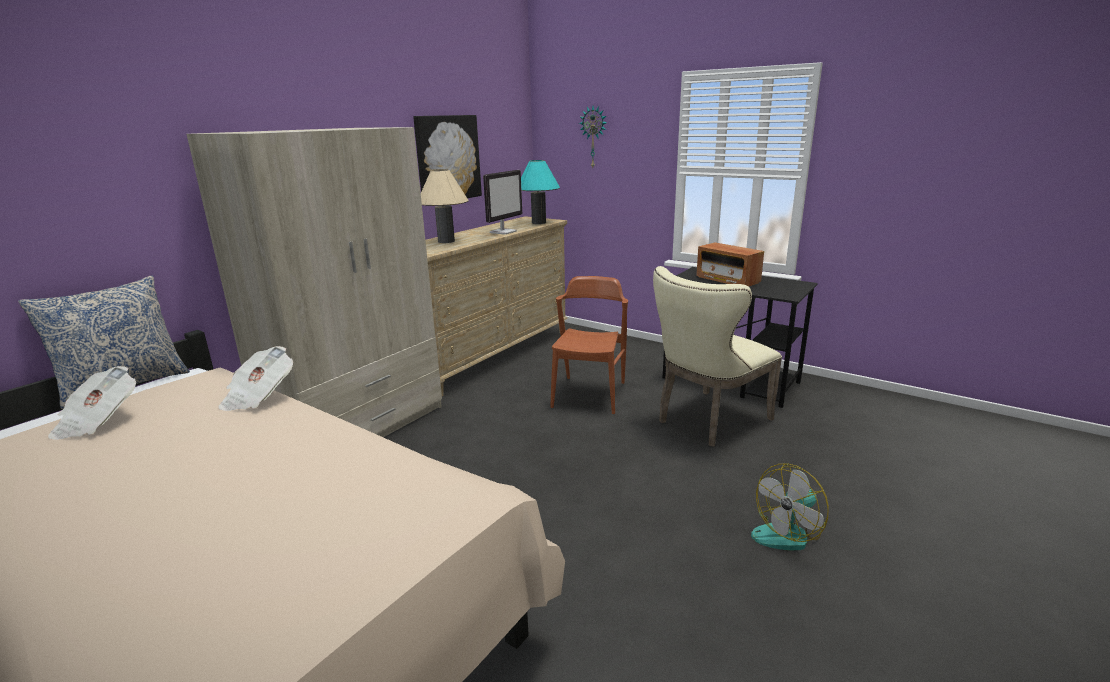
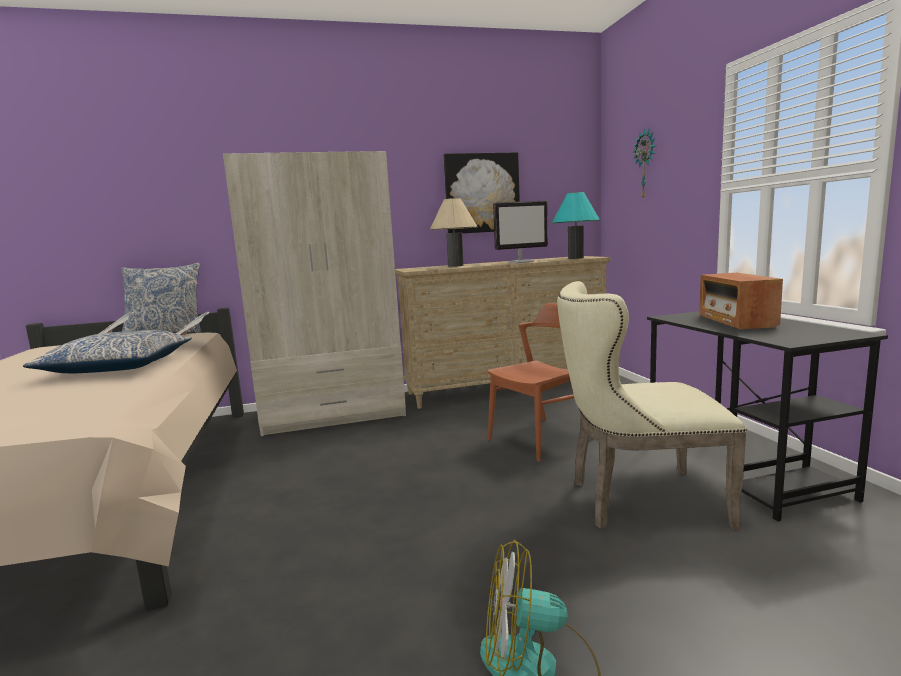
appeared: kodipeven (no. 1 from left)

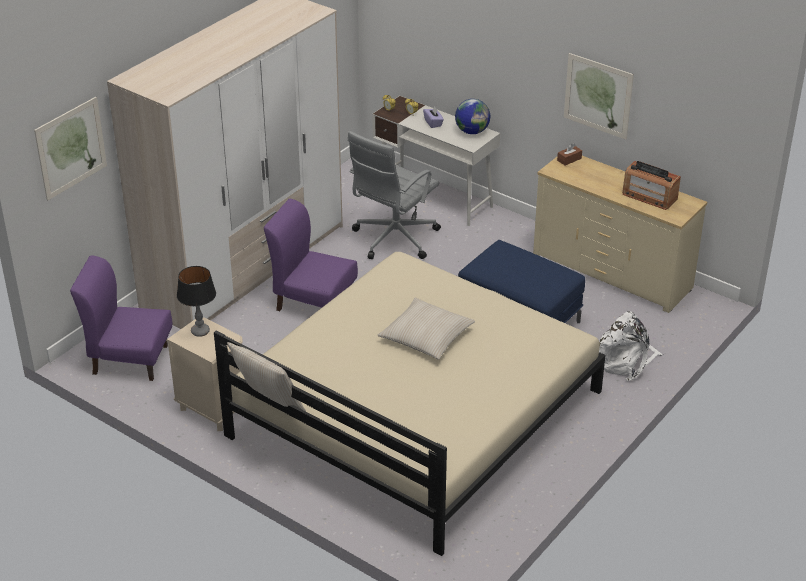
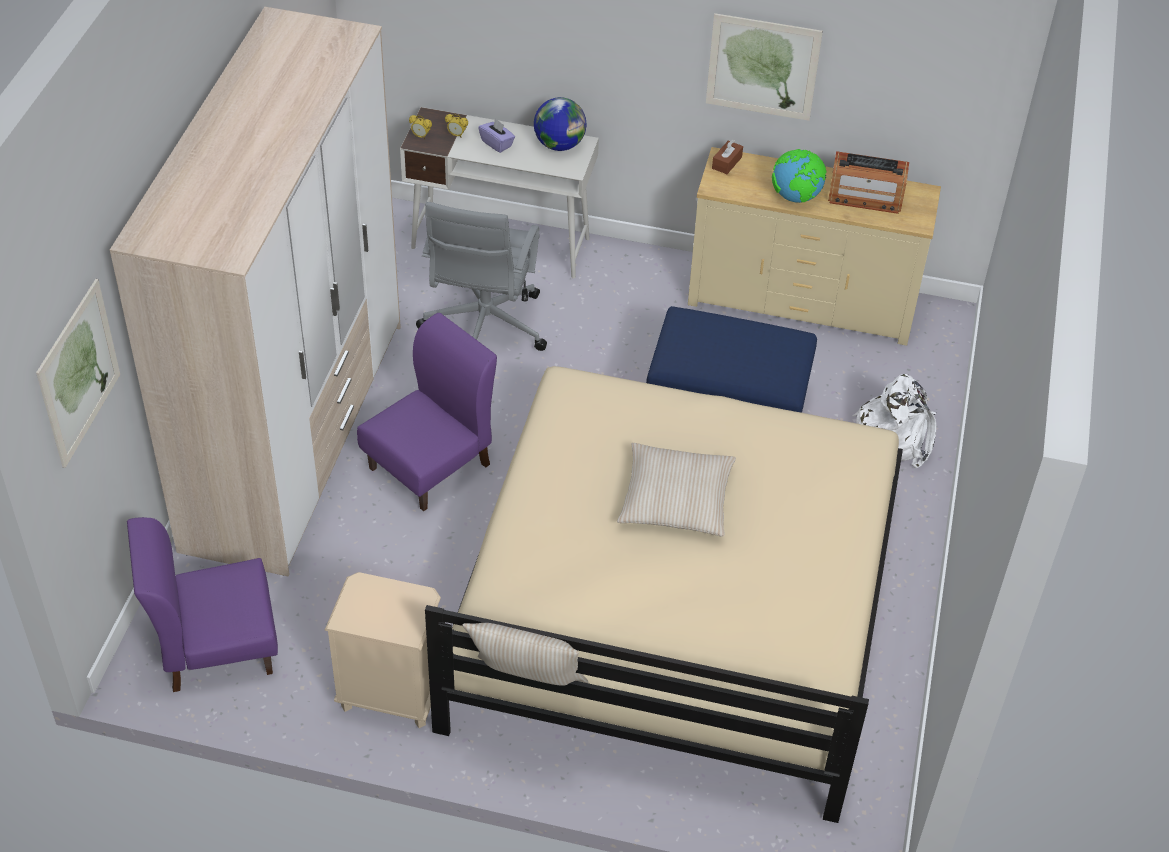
missing: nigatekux
appeared: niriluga (no. 2 from left)
spun: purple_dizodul (no. 2 from left) 135 degrees clockwise

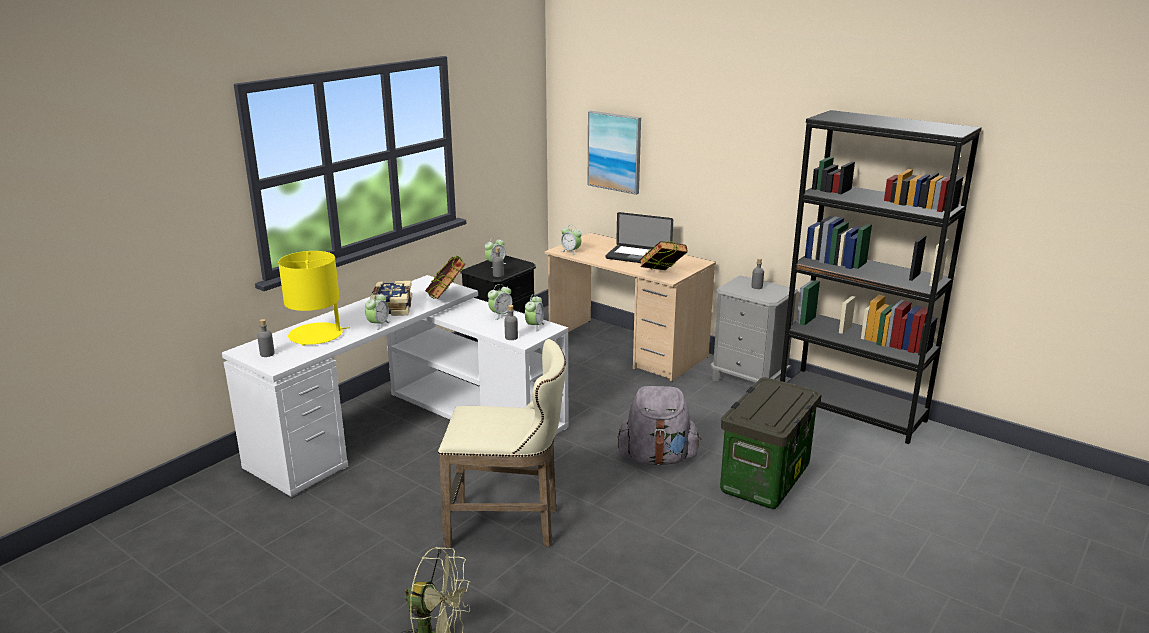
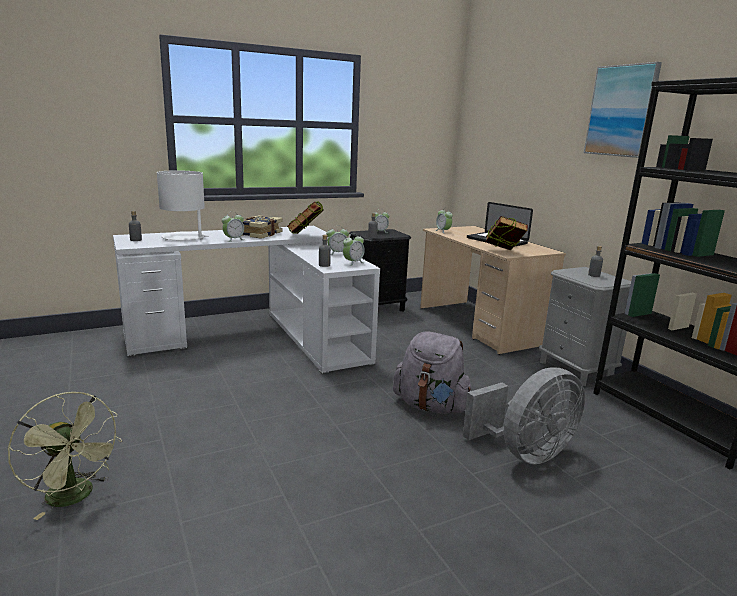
missing: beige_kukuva
relocated: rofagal
exchanged: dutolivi to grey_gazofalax
colour: yellow_nigatekux to white_nigatekux

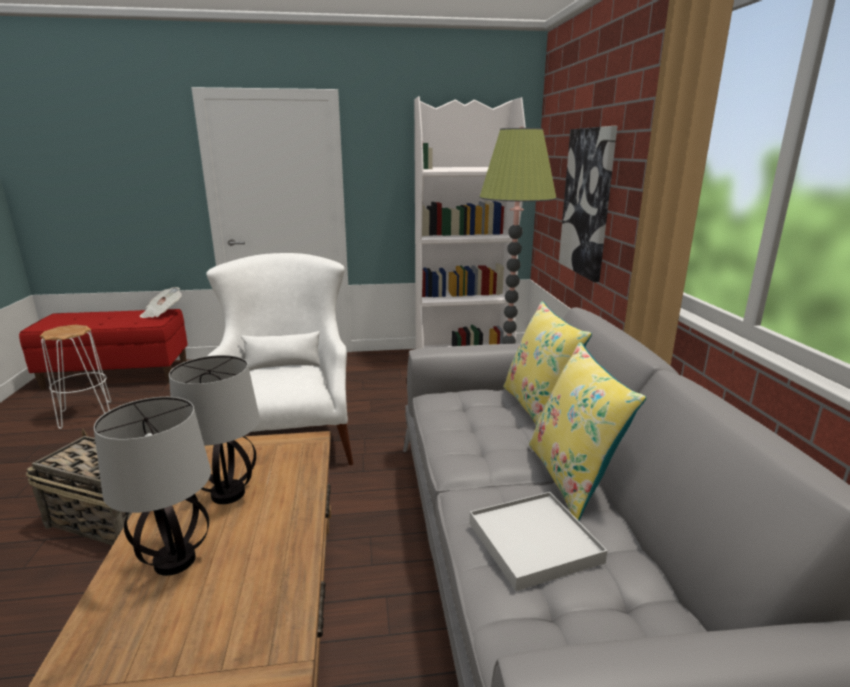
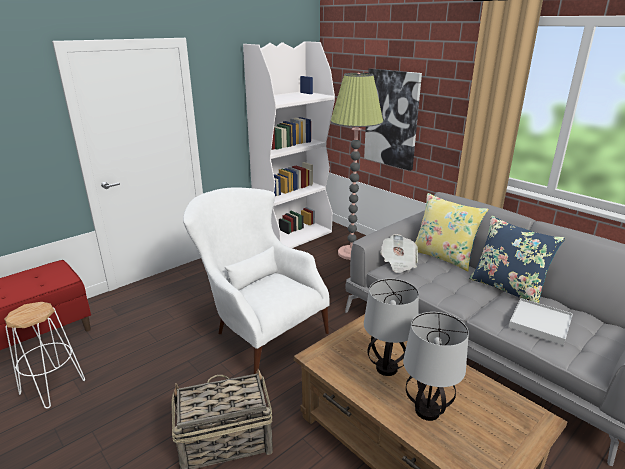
relocated: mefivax
colour: yellow_kodipeven (no. 2 from left) to blue_kodipeven

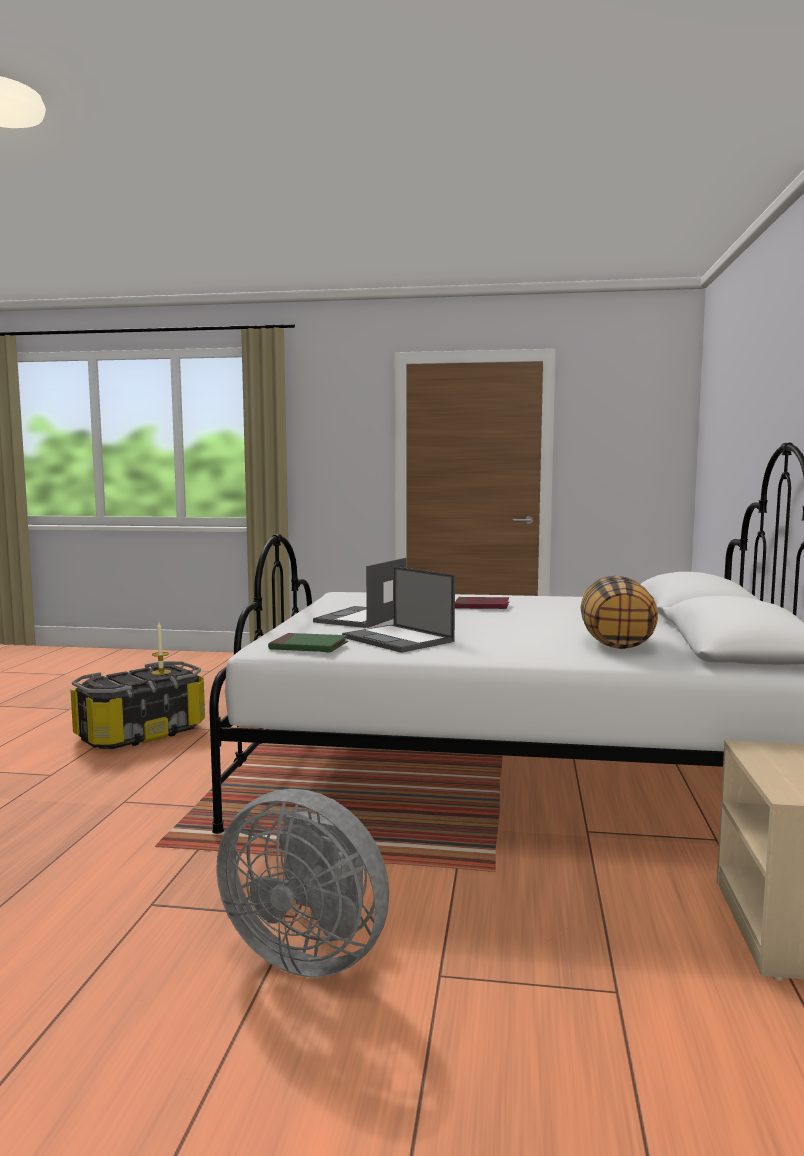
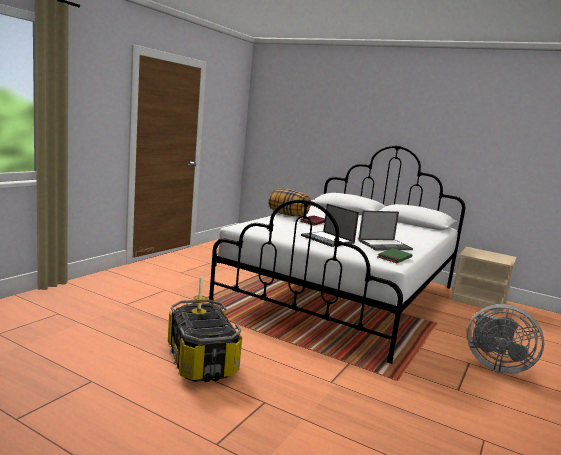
relocated: kodipeven
spun: grey_gazofalax 75 degrees clockwise

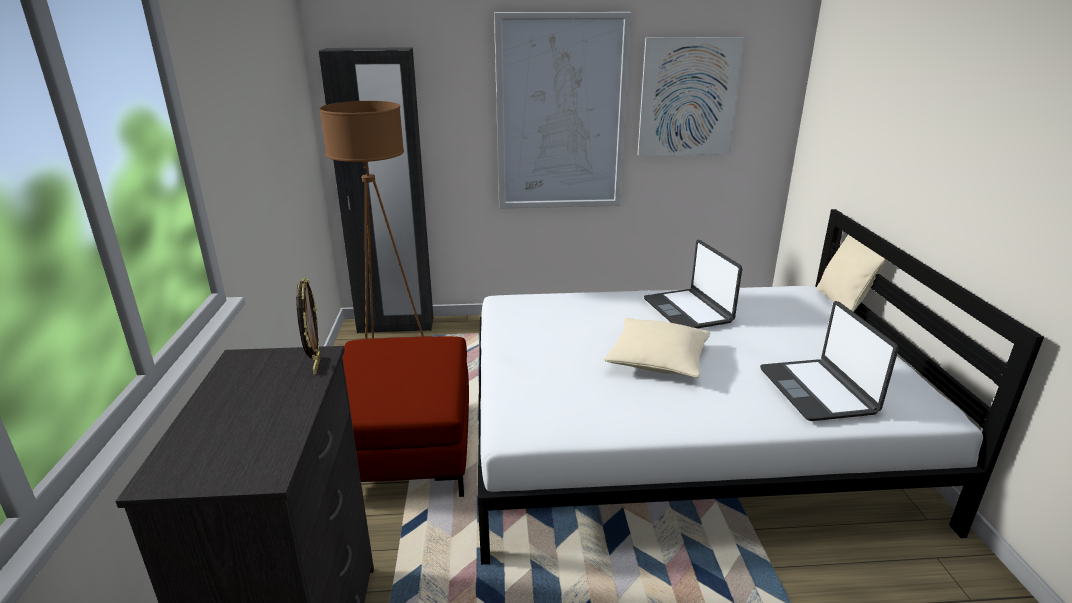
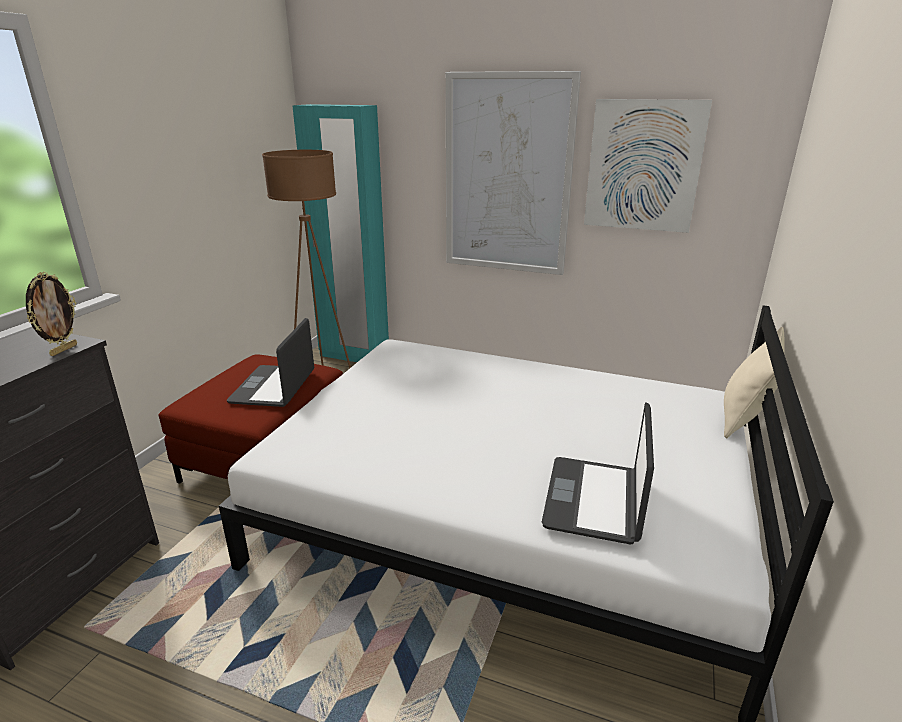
missing: beige_kodipeven (no. 1 from left)
relocated: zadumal (no. 1 from left)
colour: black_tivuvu to turquoise_tivuvu

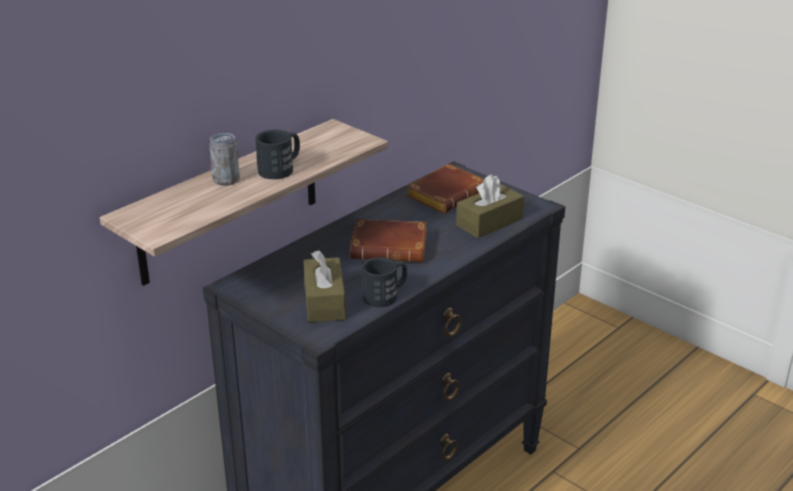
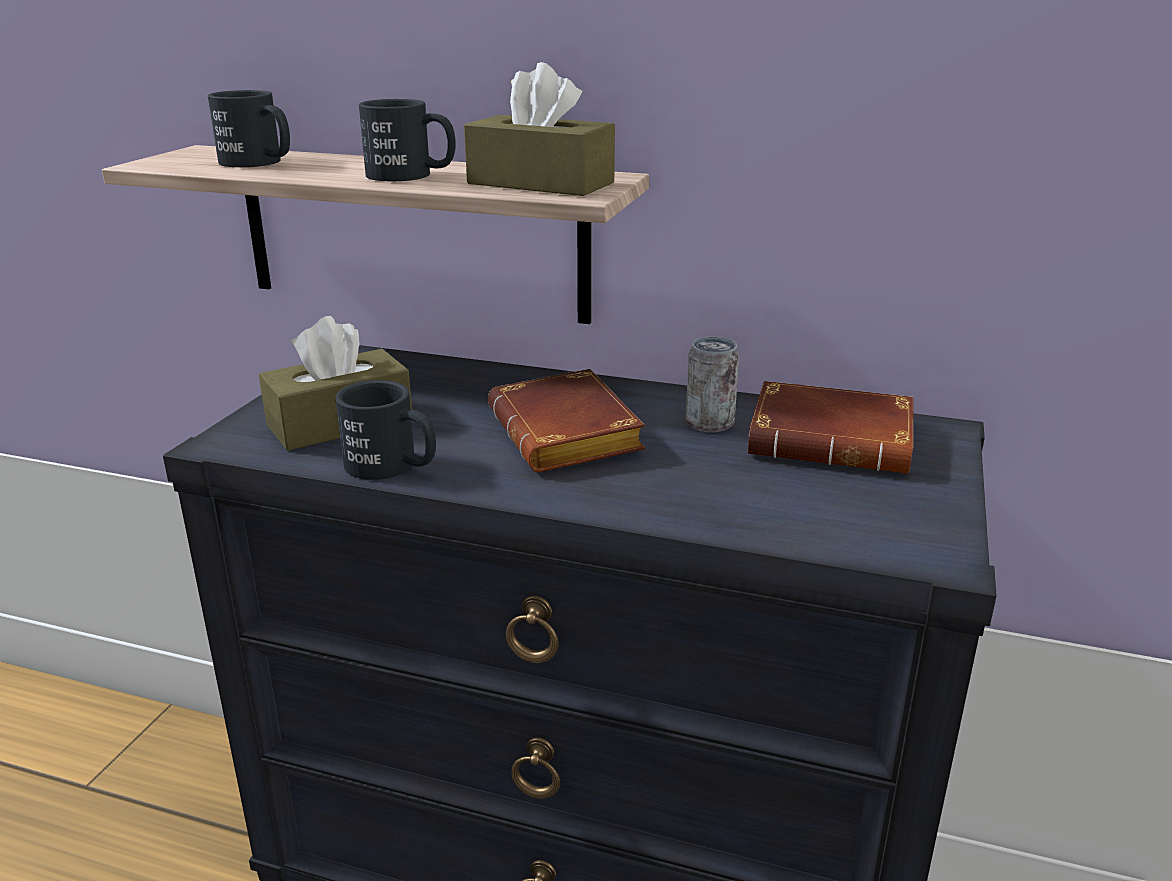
appeared: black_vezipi (no. 1 from left)
relocated: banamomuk; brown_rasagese (no. 2 from left)

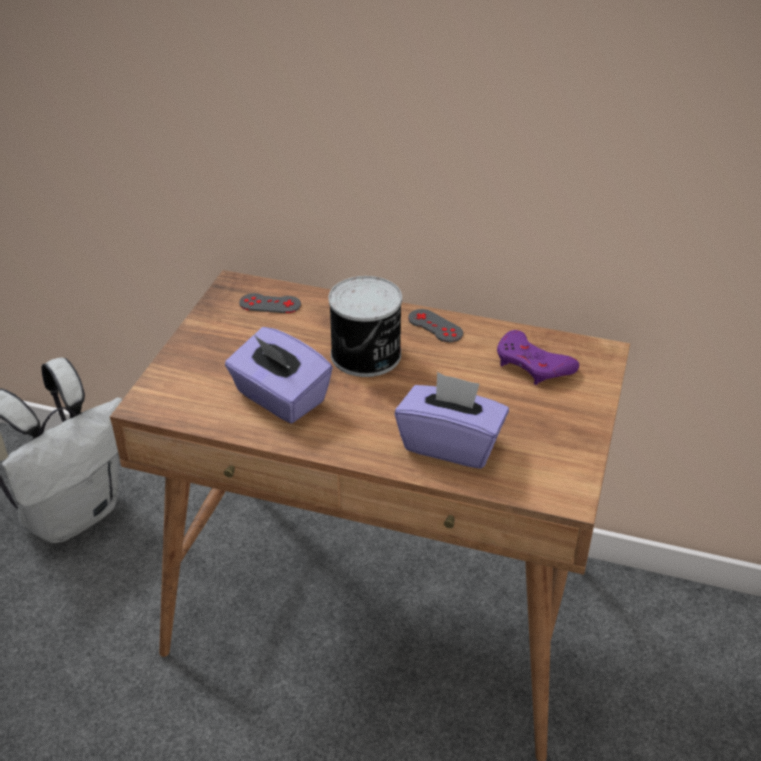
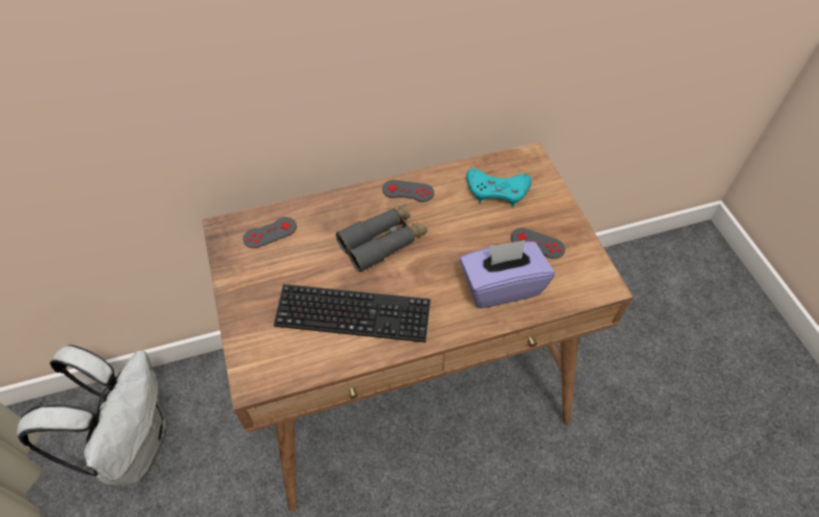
appeared: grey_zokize (no. 3 from left)
exchanged: purple_rasagese (no. 1 from left) to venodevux; banamomuk to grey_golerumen
colour: purple_zokize to turquoise_zokize

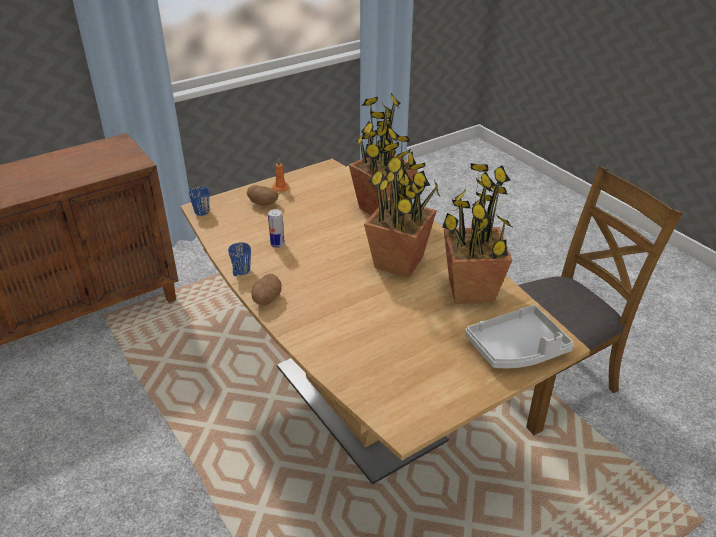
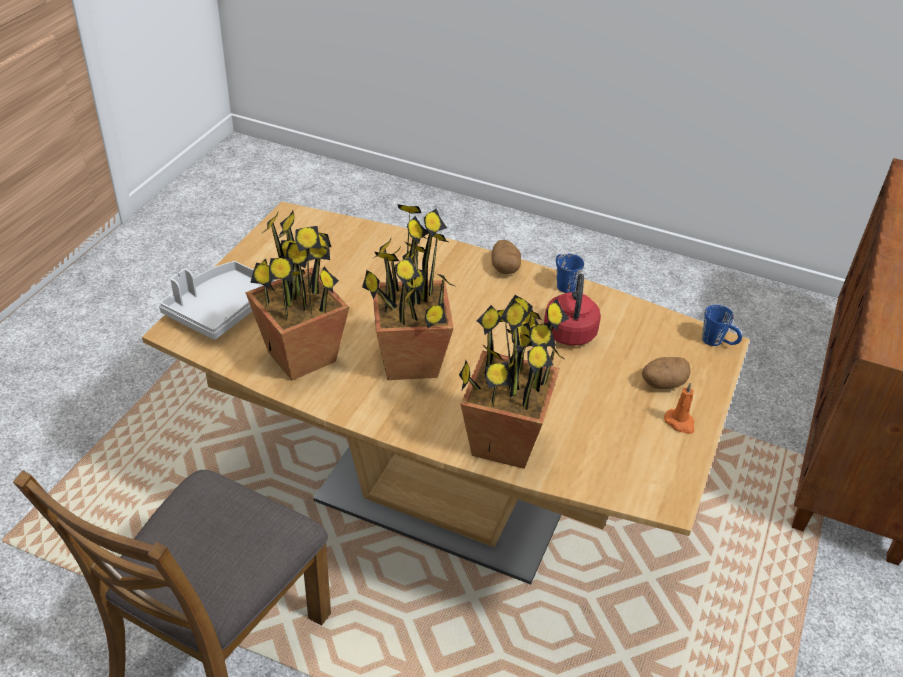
exchanged: banamomuk to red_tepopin

